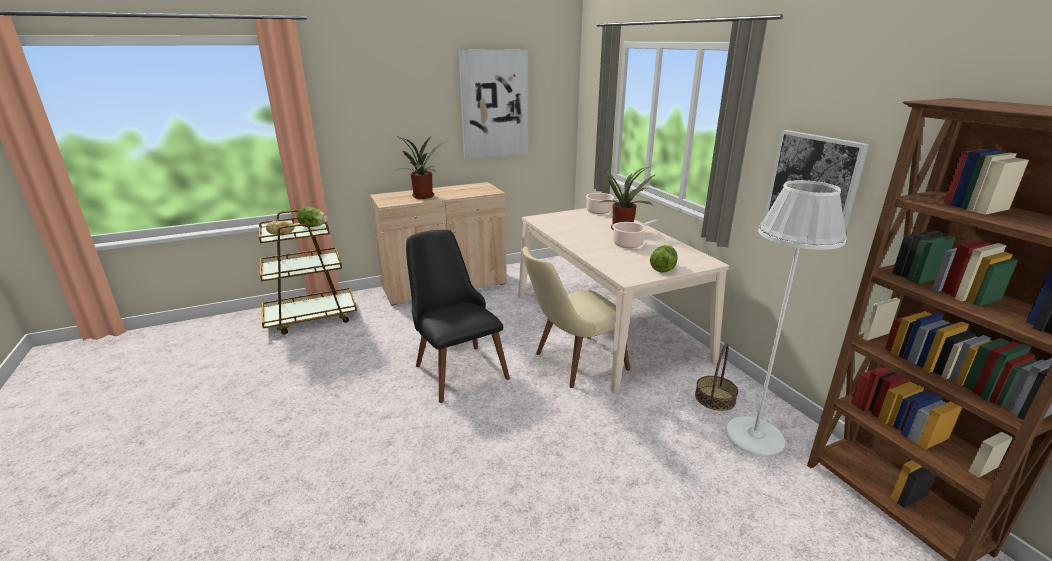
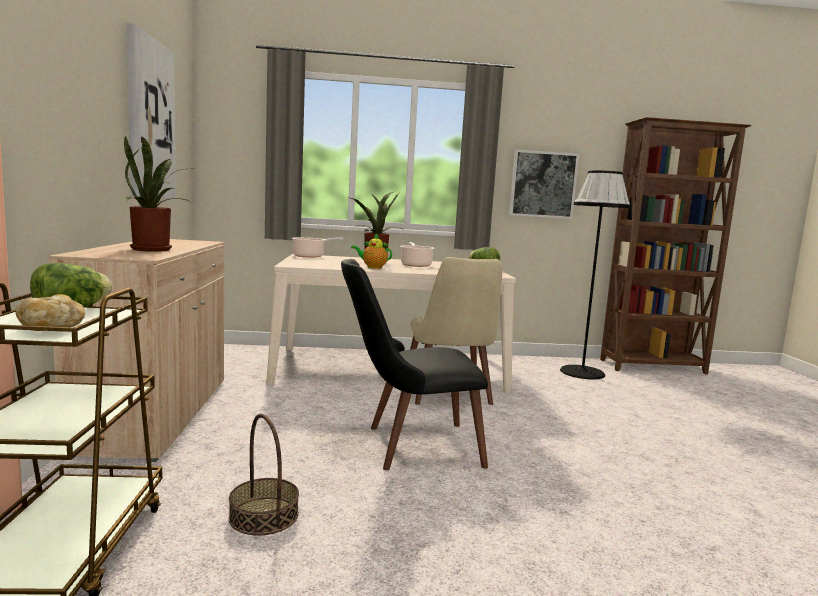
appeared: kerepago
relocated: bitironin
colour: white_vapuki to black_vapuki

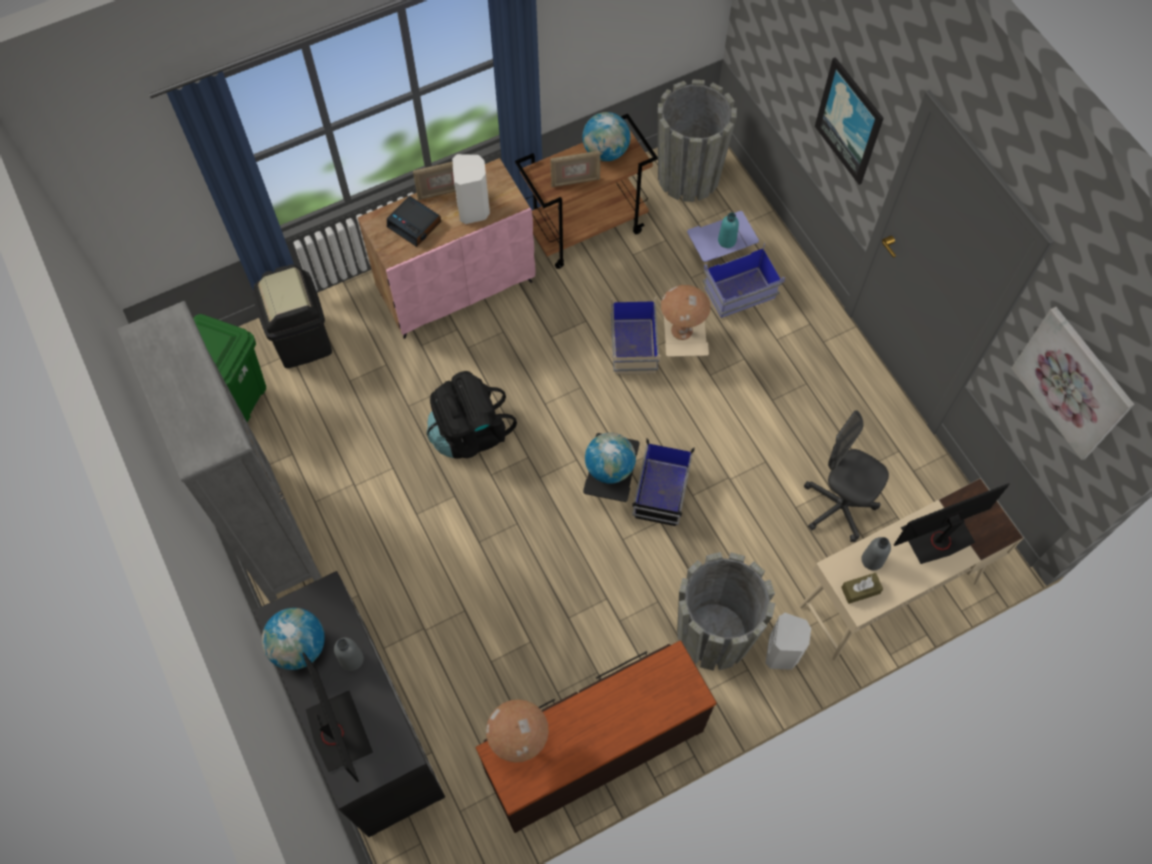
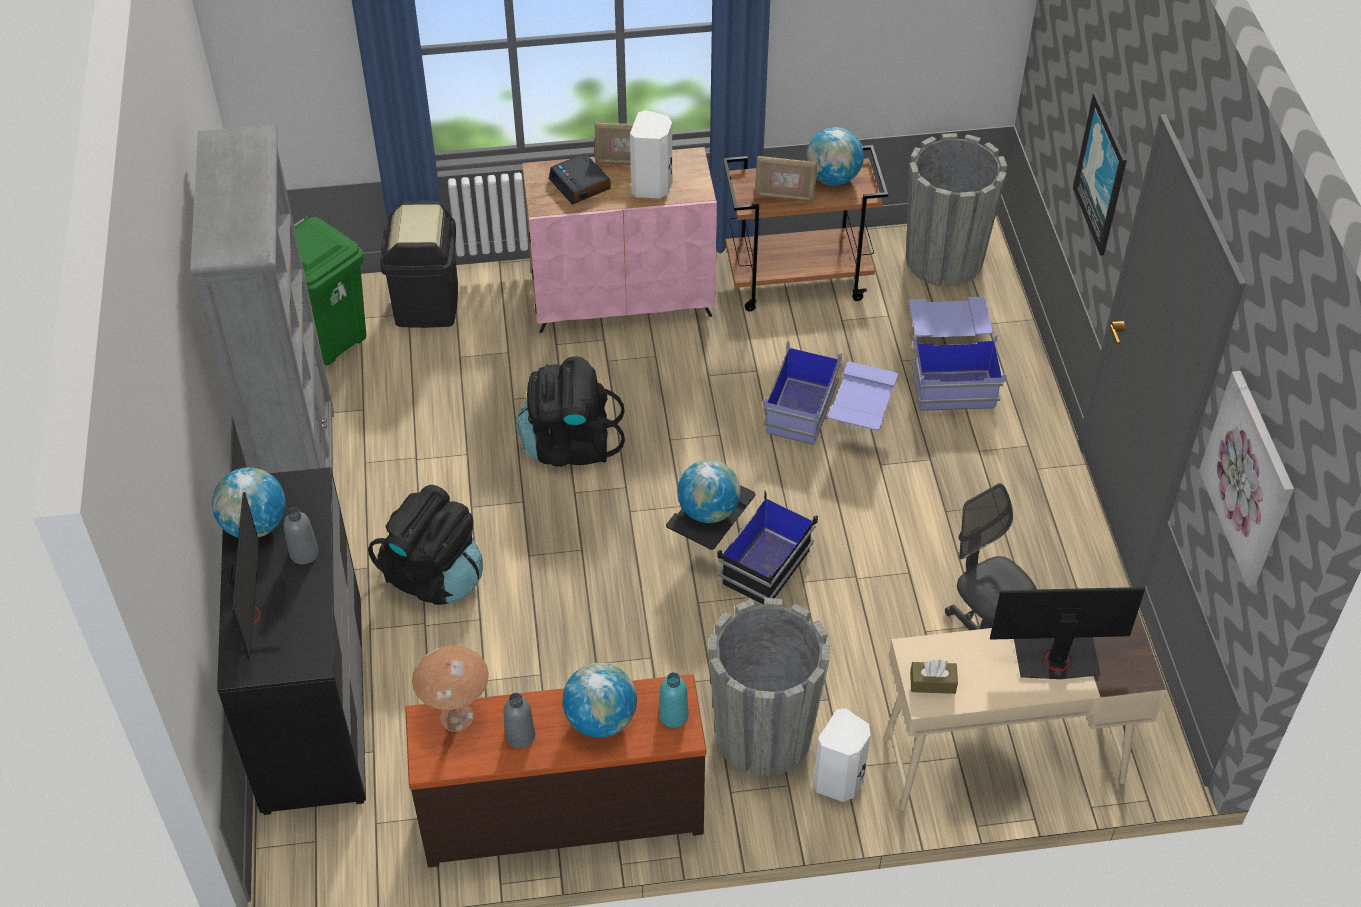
missing: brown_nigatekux (no. 2 from left)
appeared: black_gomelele (no. 1 from left); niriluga (no. 2 from left)
relocated: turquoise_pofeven; grey_pofeven (no. 2 from left)
colour: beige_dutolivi to blue_dutolivi (no. 1 from left)

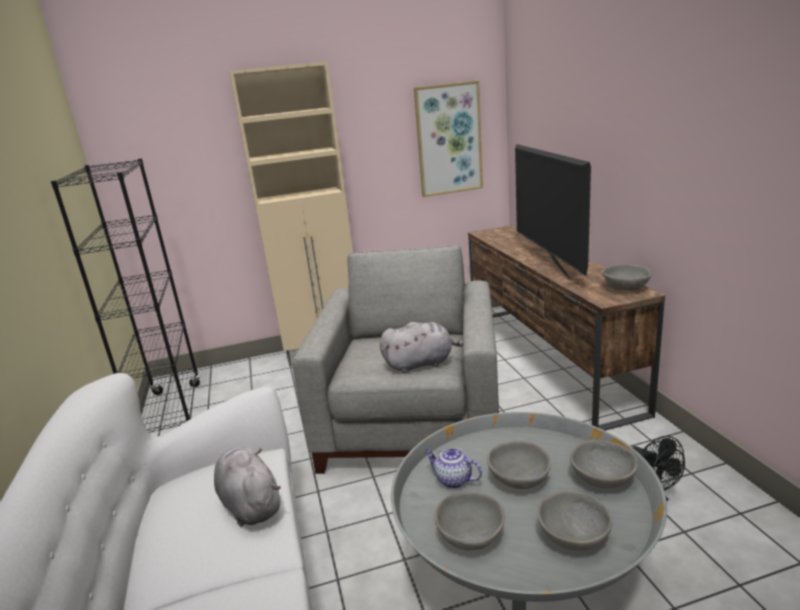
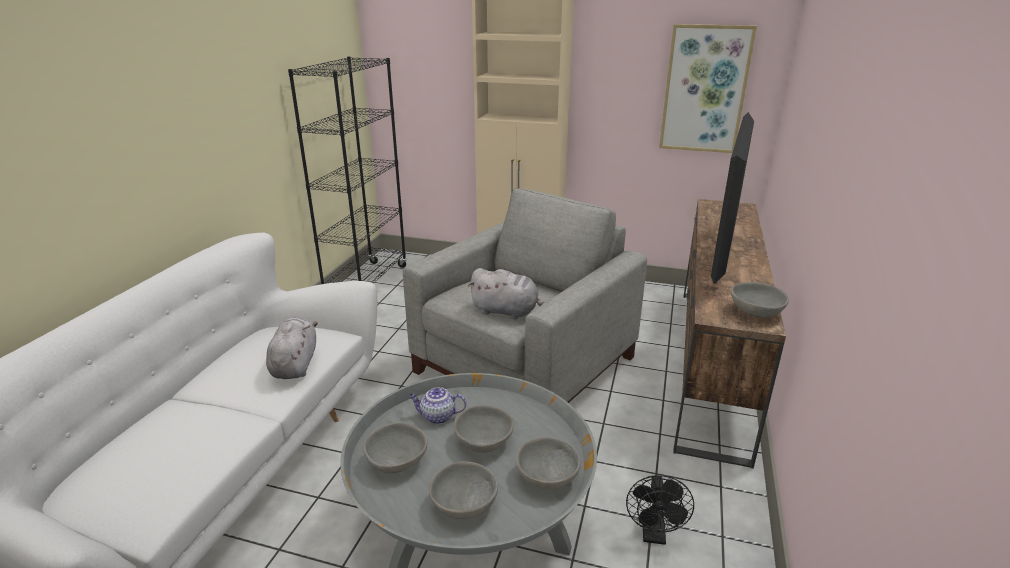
spun: kerepago 60 degrees counterclockwise

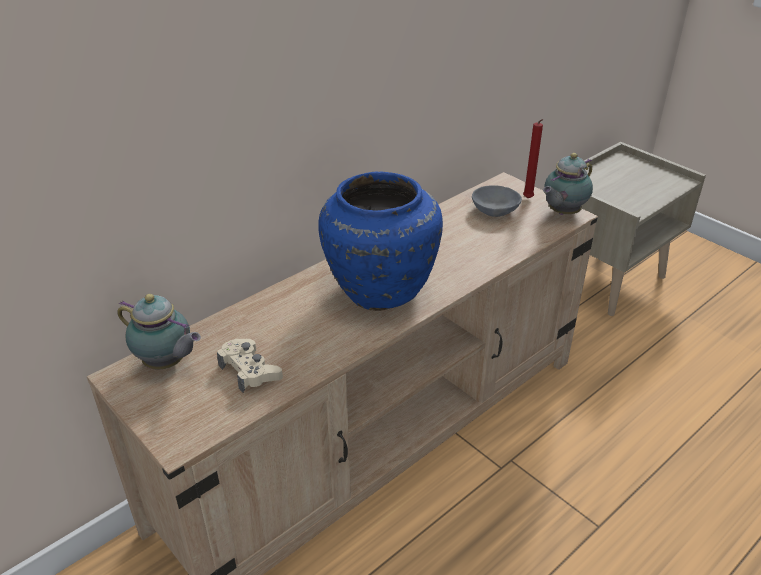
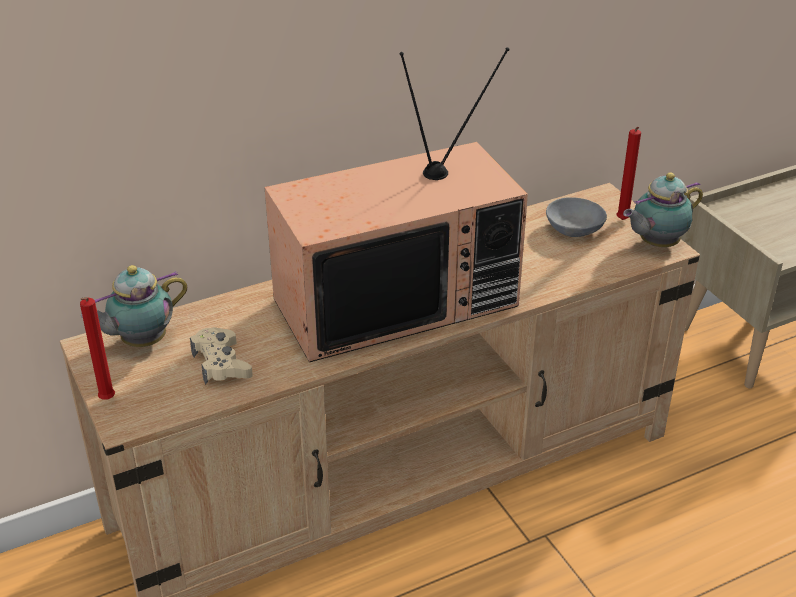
appeared: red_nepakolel (no. 1 from left)
exchanged: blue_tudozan to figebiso
spun: kerepago (no. 1 from left) 105 degrees clockwise

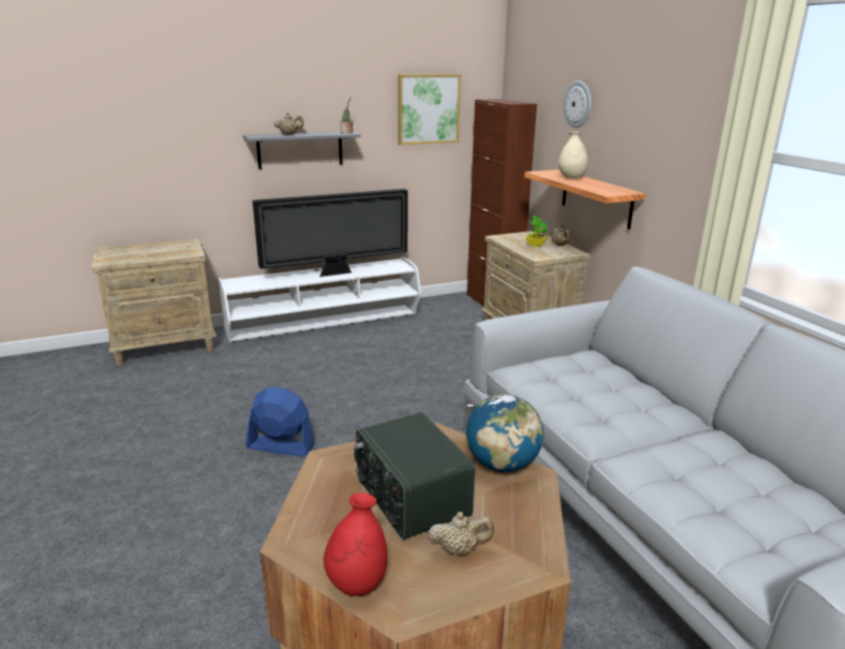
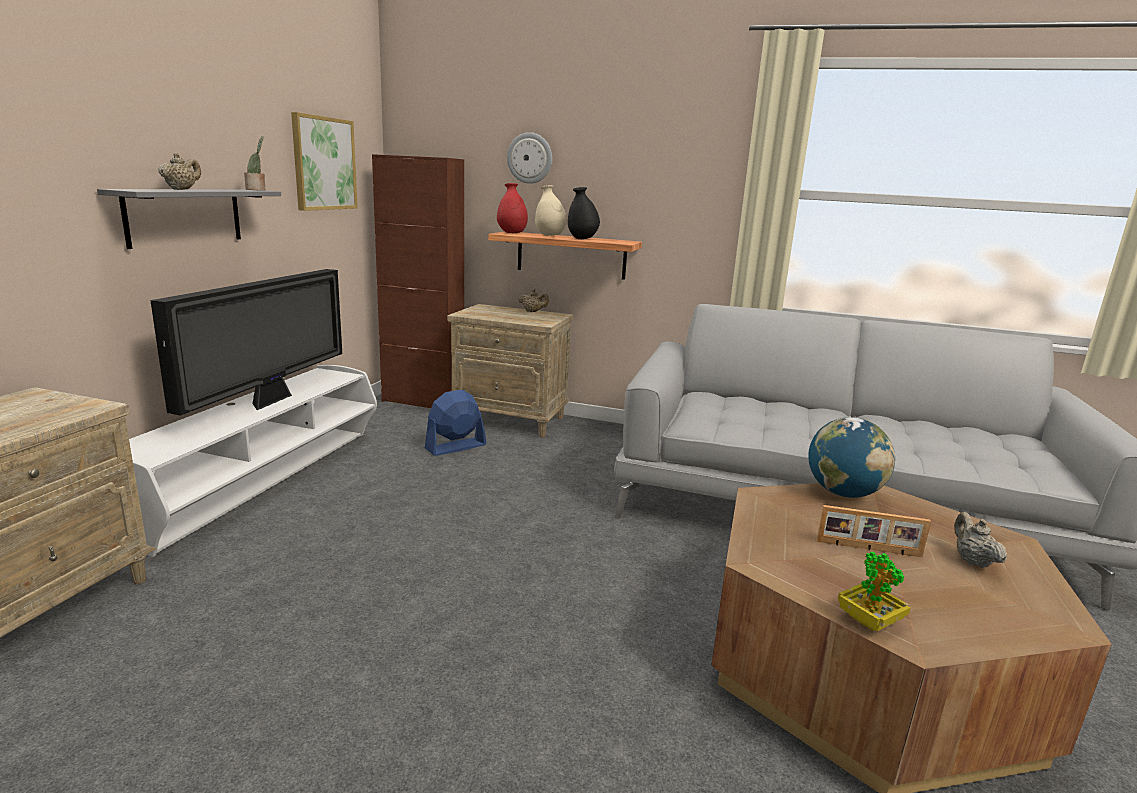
appeared: black_tudozan
relocated: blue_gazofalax; red_tudozan; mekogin (no. 2 from left)
exchanged: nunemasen to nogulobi
spun: beige_kerepago (no. 2 from left in the first image) 45 degrees counterclockwise

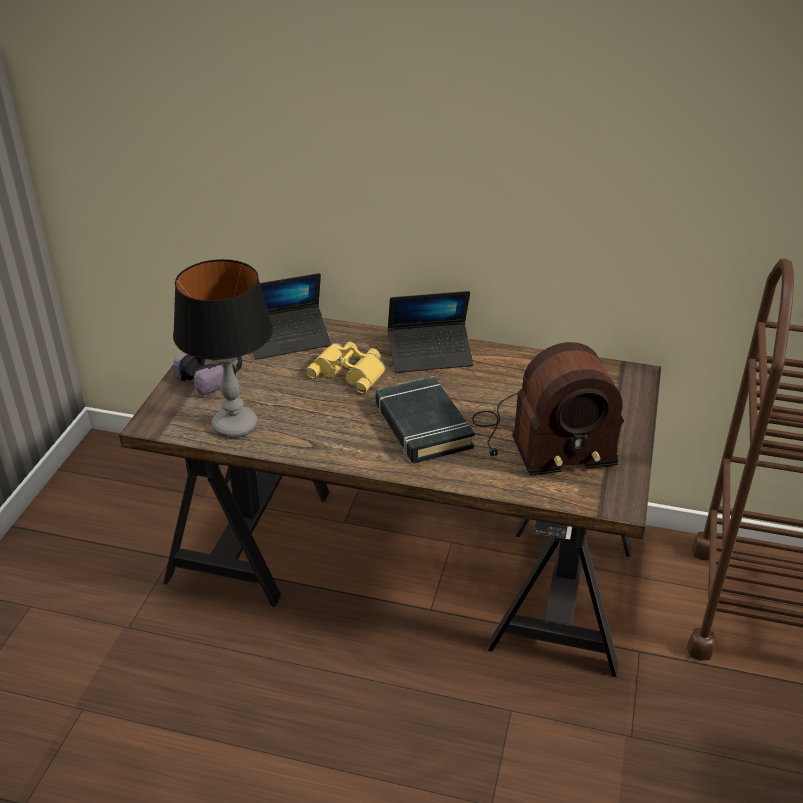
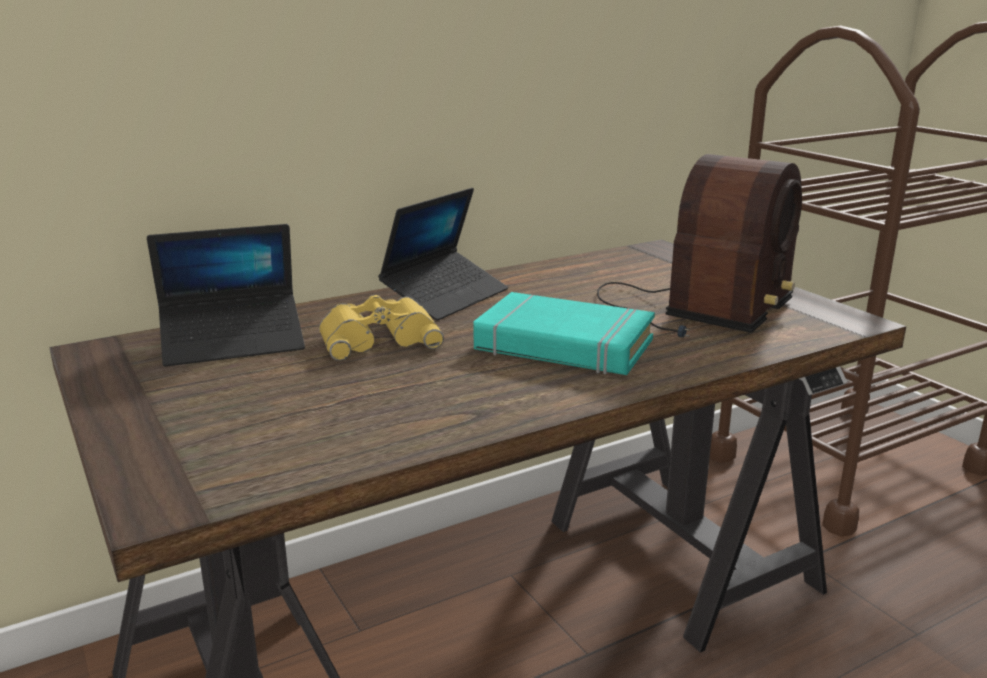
missing: nigatekux; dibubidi
colour: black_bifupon to turquoise_bifupon
spun: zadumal (no. 1 from left) 45 degrees clockwise

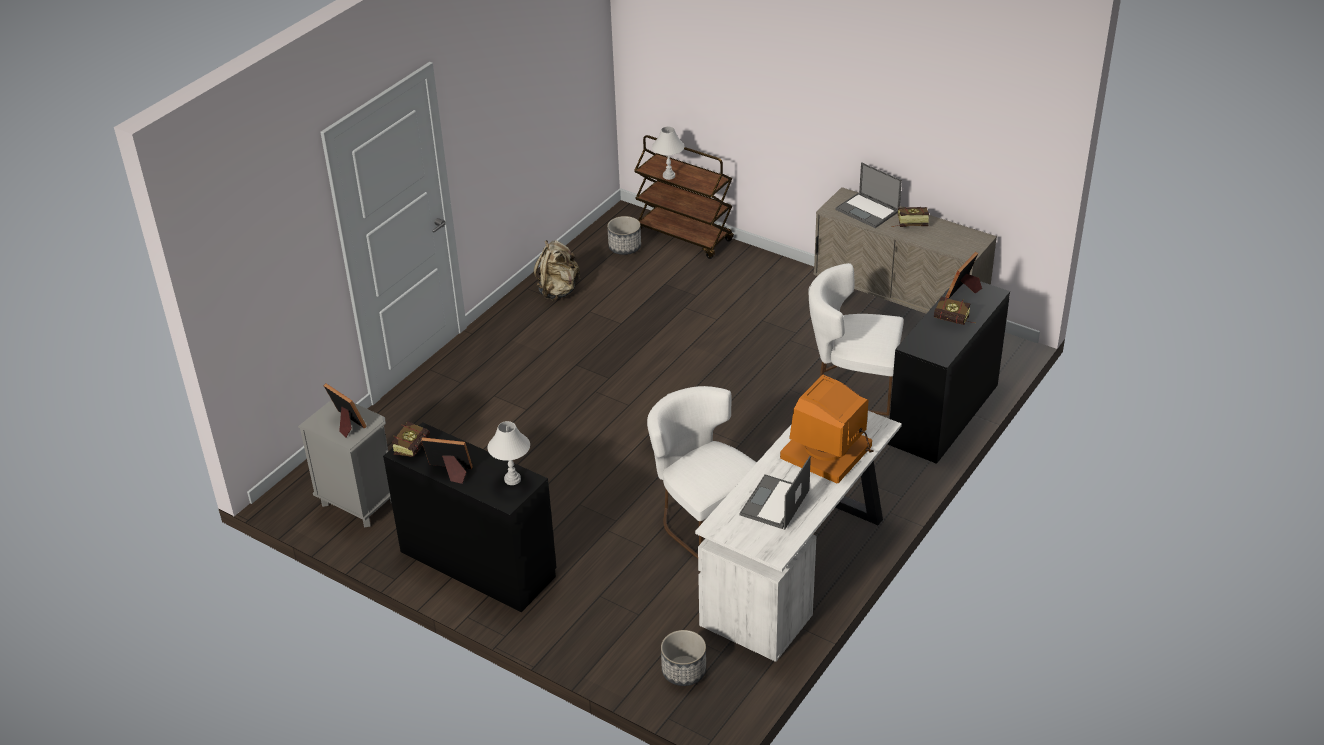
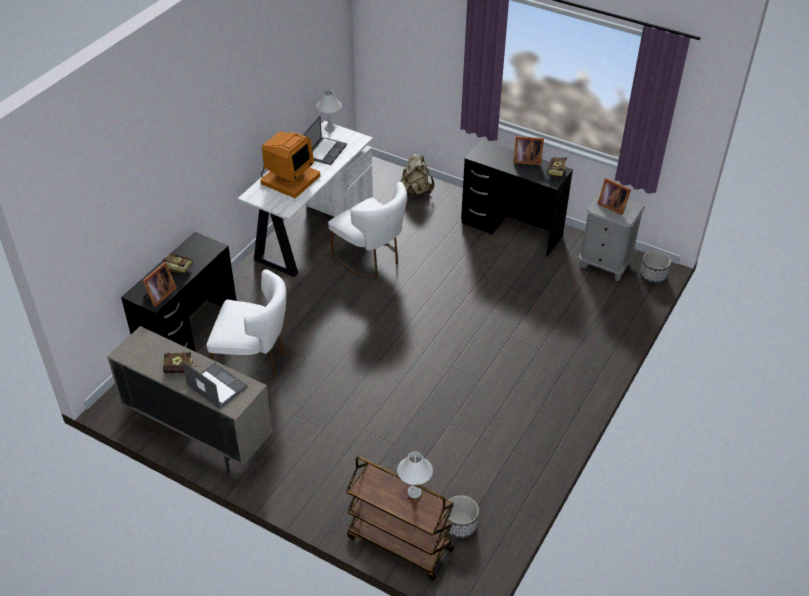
relocated: white_nigatekux (no. 1 from left); beige_gomelele; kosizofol (no. 2 from left)

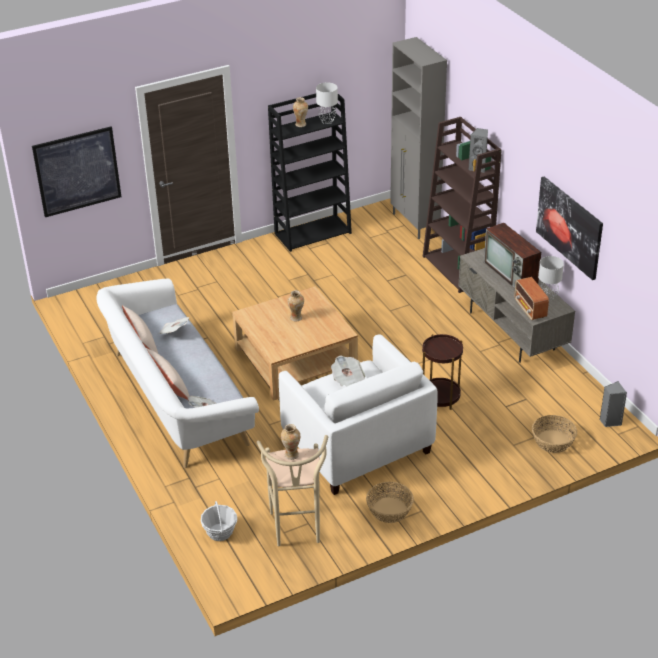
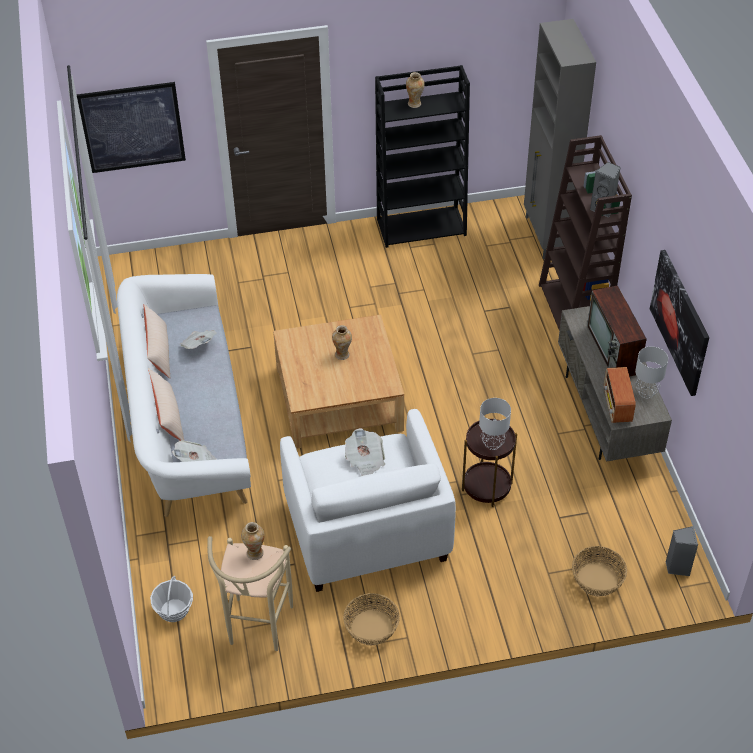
relocated: grey_nigatekux (no. 1 from left)

